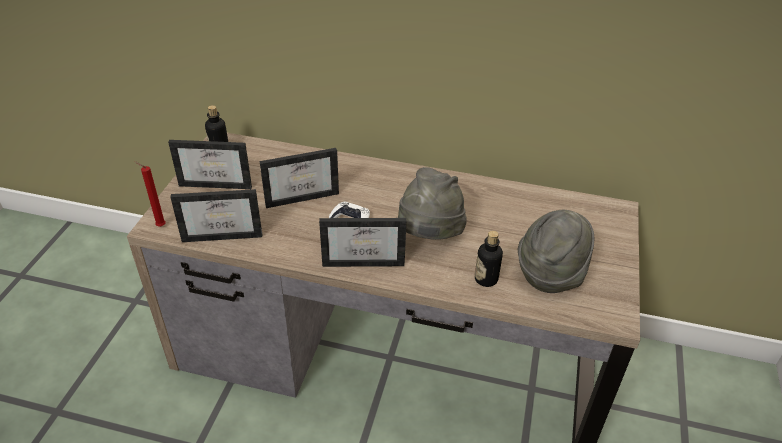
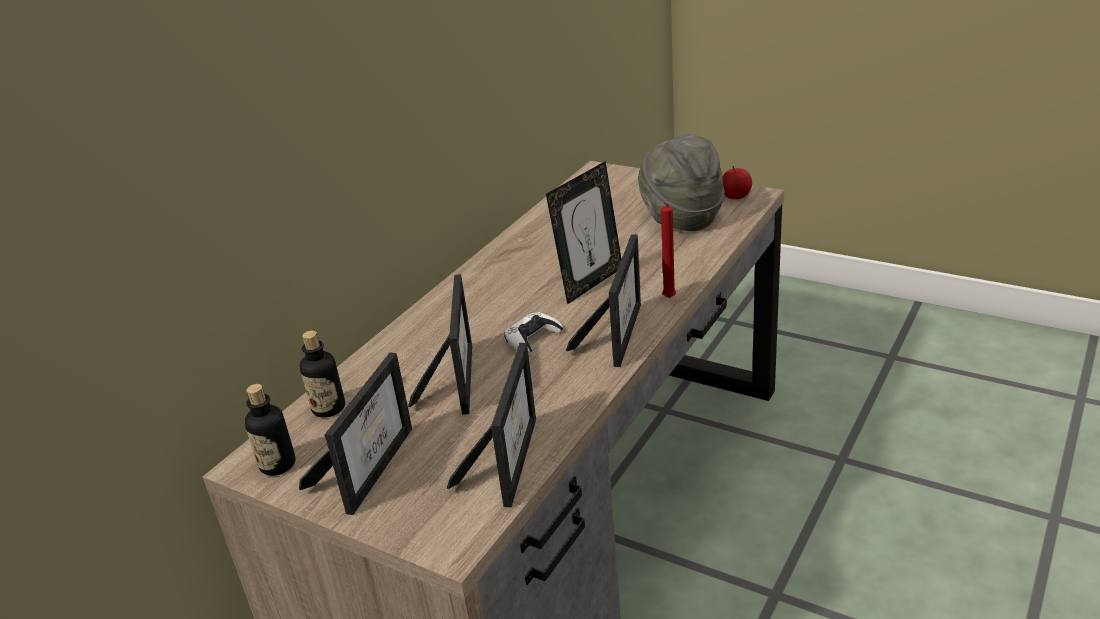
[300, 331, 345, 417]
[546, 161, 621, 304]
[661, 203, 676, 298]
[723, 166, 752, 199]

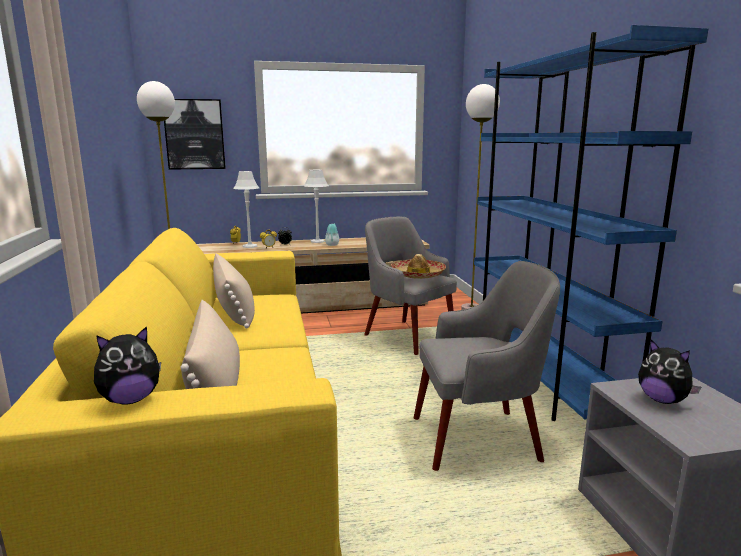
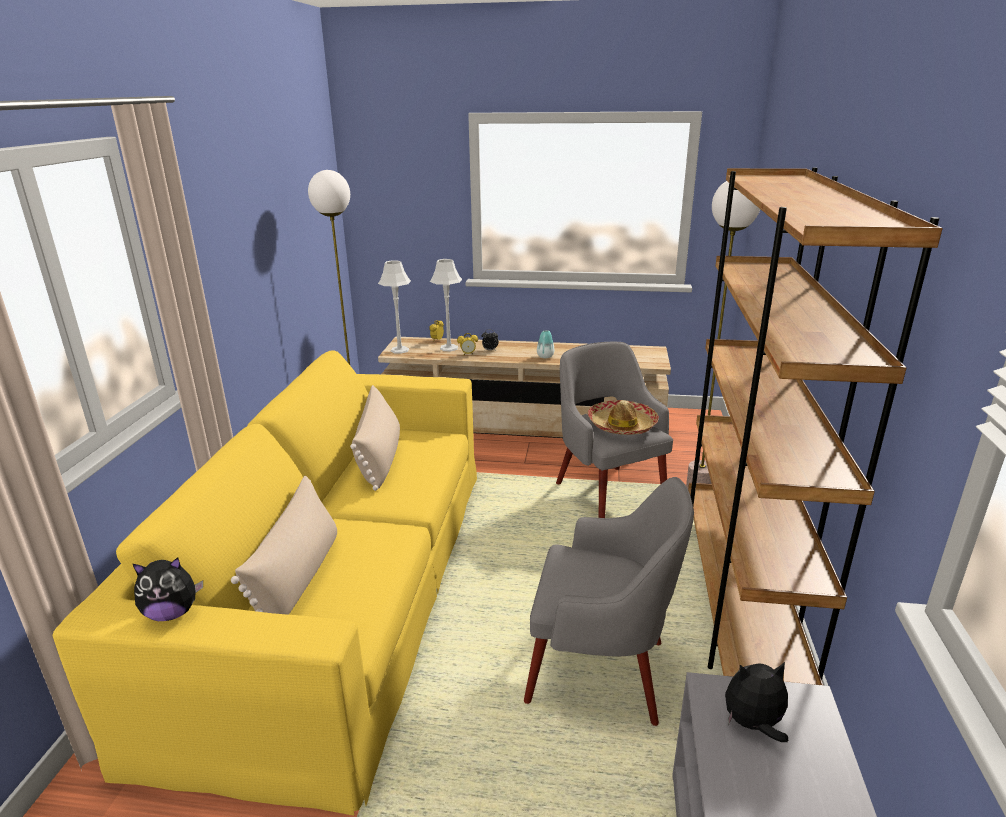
[378, 260, 411, 354]
[688, 168, 943, 685]
[725, 662, 788, 742]
[164, 99, 226, 170] (first image)

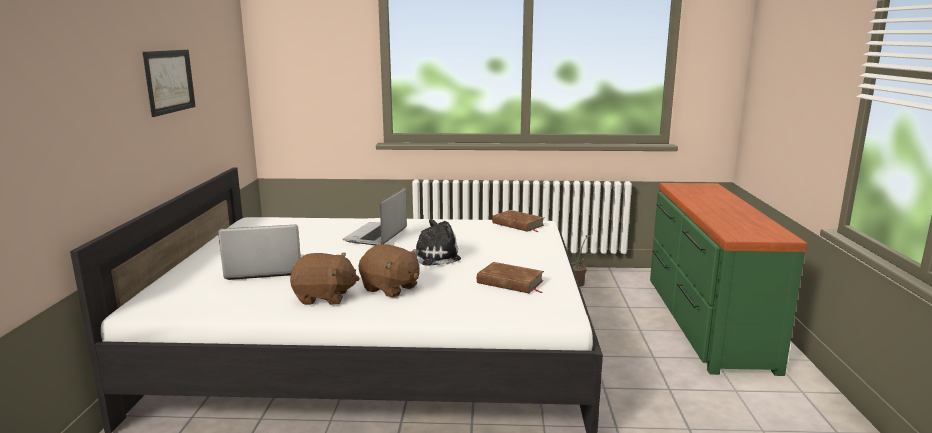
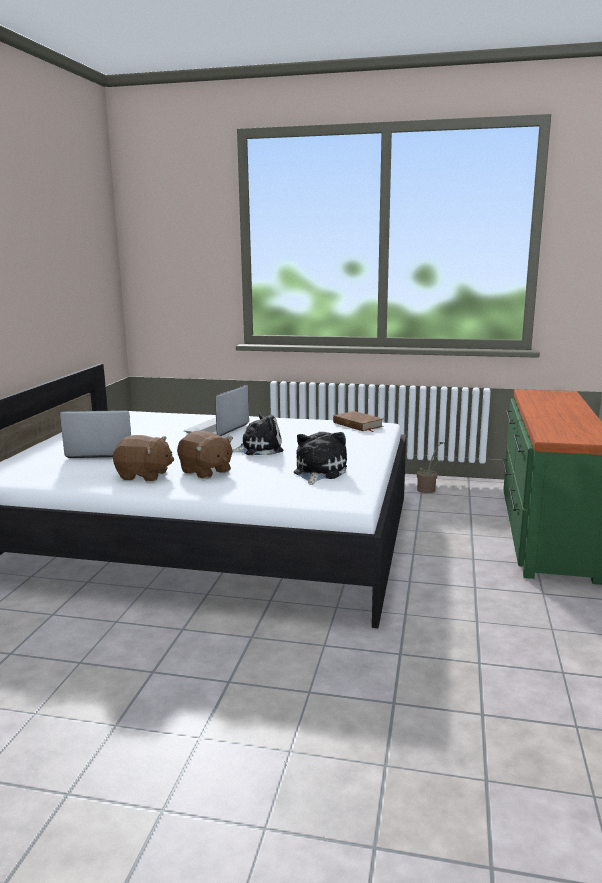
[294, 432, 347, 485]
[143, 50, 196, 117] (first image)

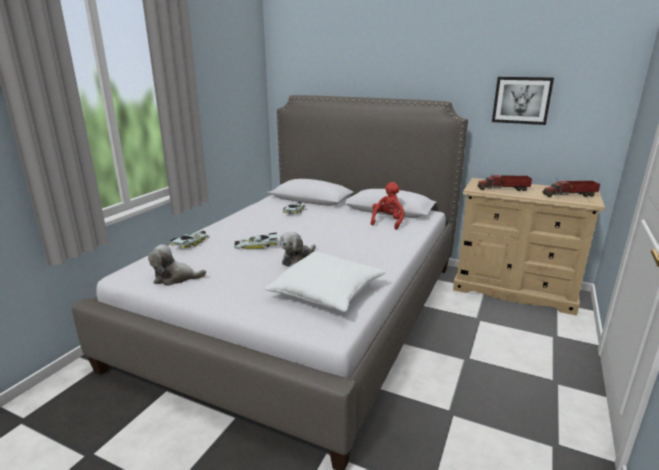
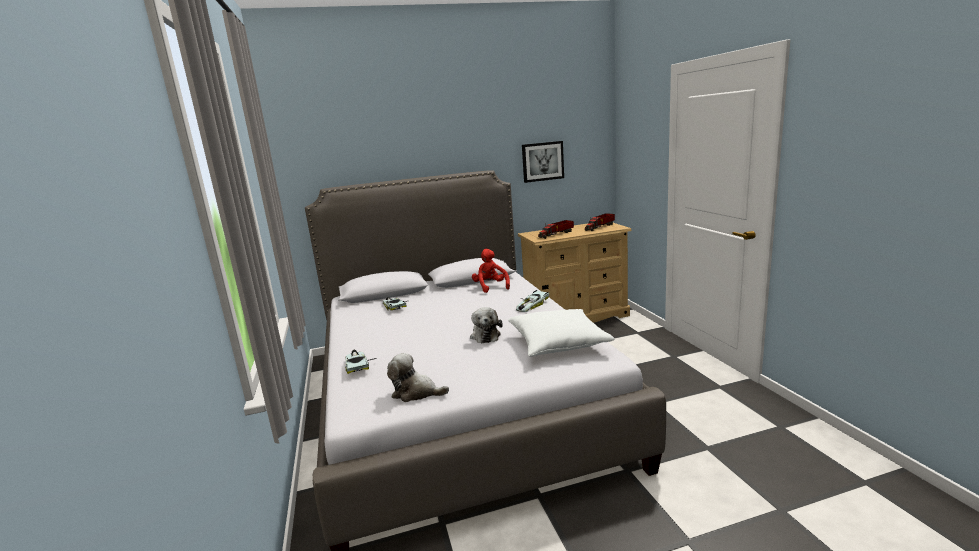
[387, 353, 449, 402]
[516, 290, 549, 312]

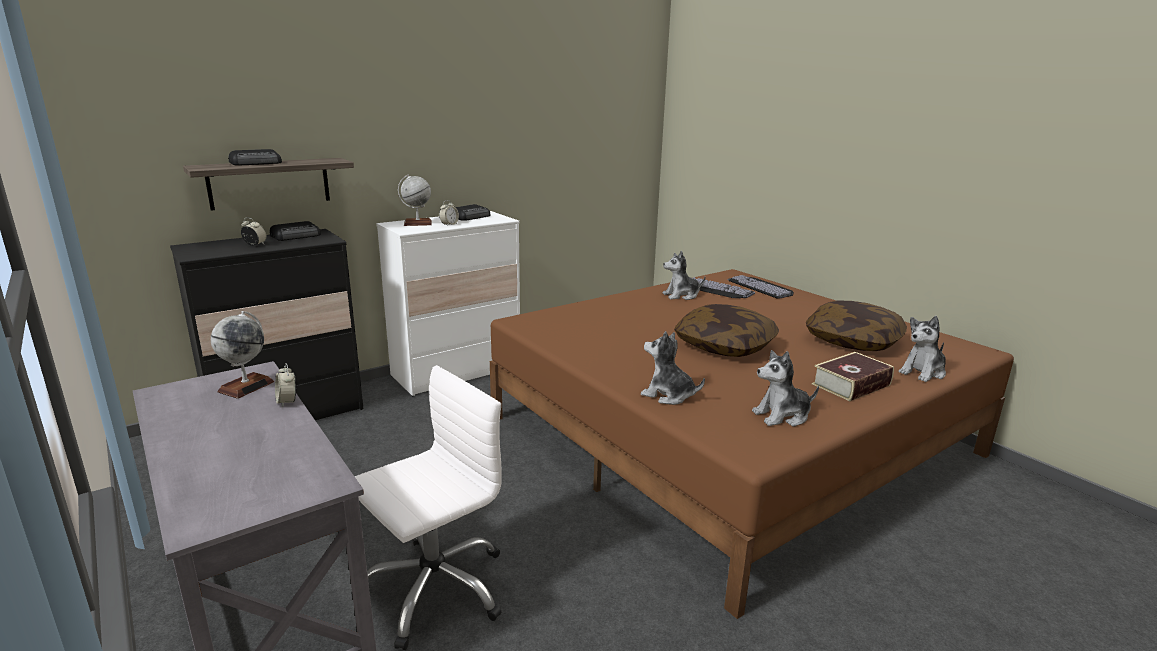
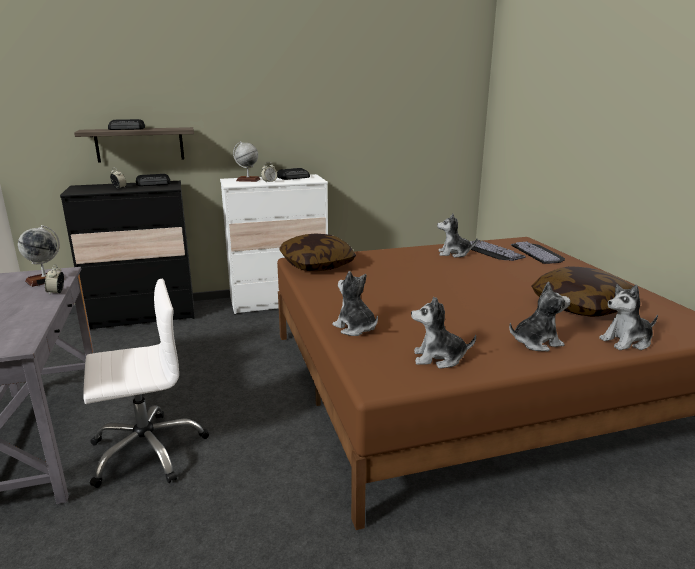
[279, 234, 356, 271]
[509, 281, 570, 351]

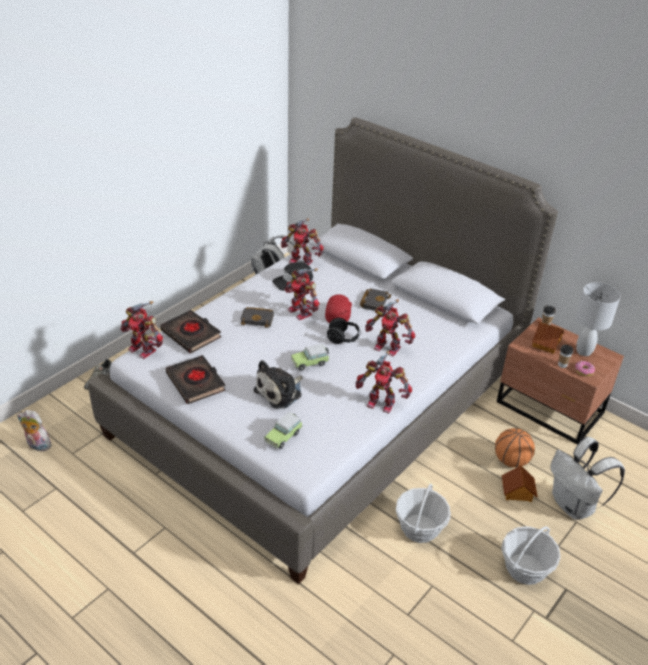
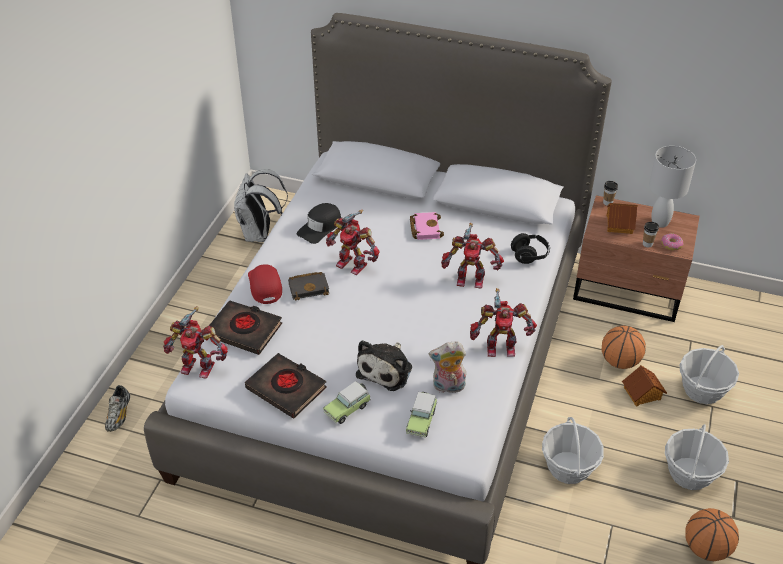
[248, 264, 282, 304]
[323, 381, 371, 424]
[410, 212, 444, 240]
[429, 341, 466, 393]
[511, 233, 550, 264]
[680, 345, 739, 404]
[685, 508, 739, 561]
[281, 218, 324, 265] (first image)

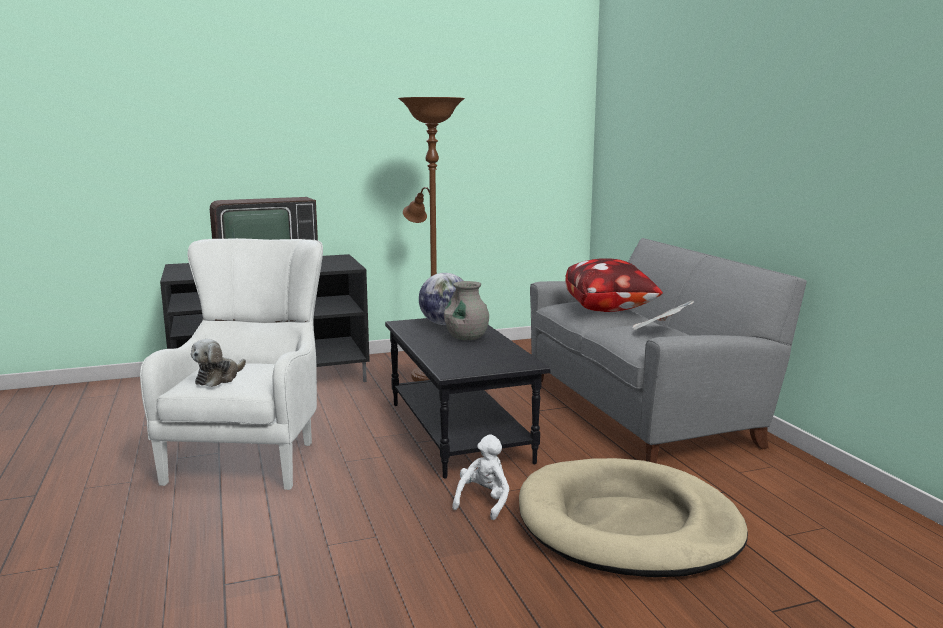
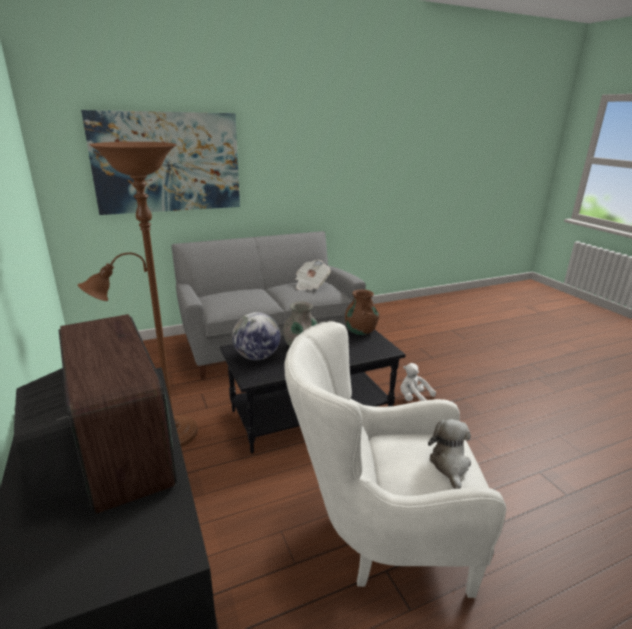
[81, 110, 240, 215]
[345, 289, 379, 335]
[428, 419, 471, 489]
[519, 458, 748, 577] (first image)
[565, 258, 663, 312] (first image)

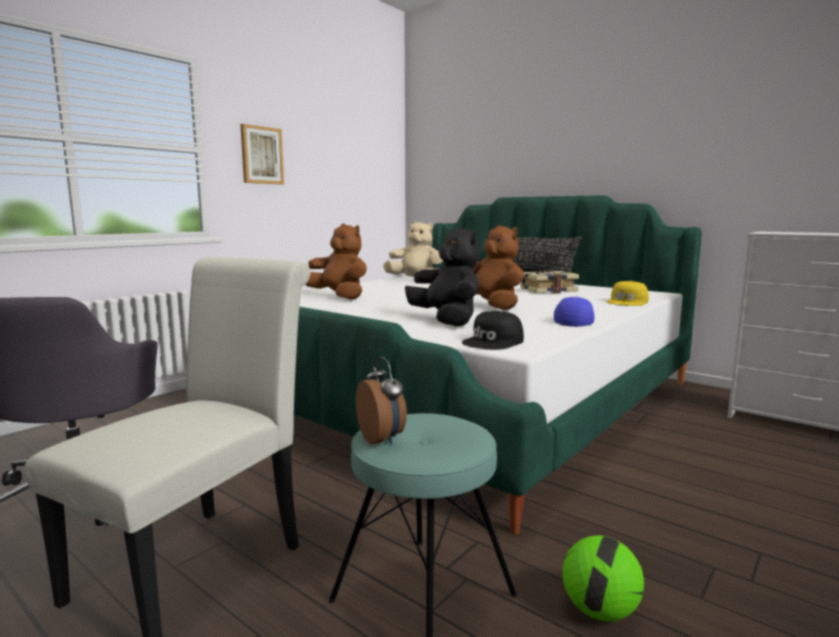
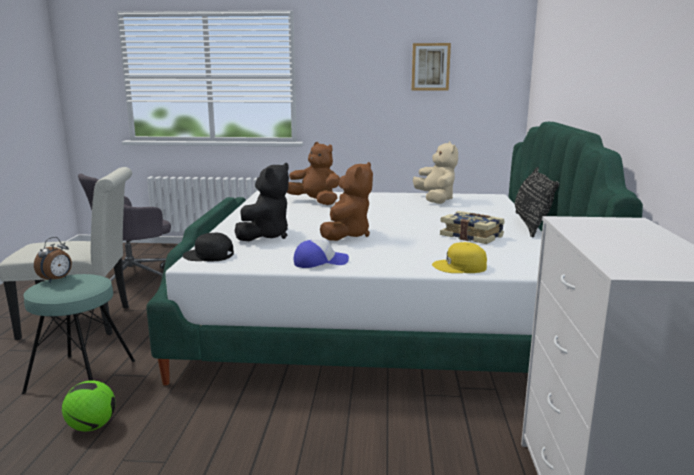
[287, 142, 340, 205]
[411, 43, 451, 90]

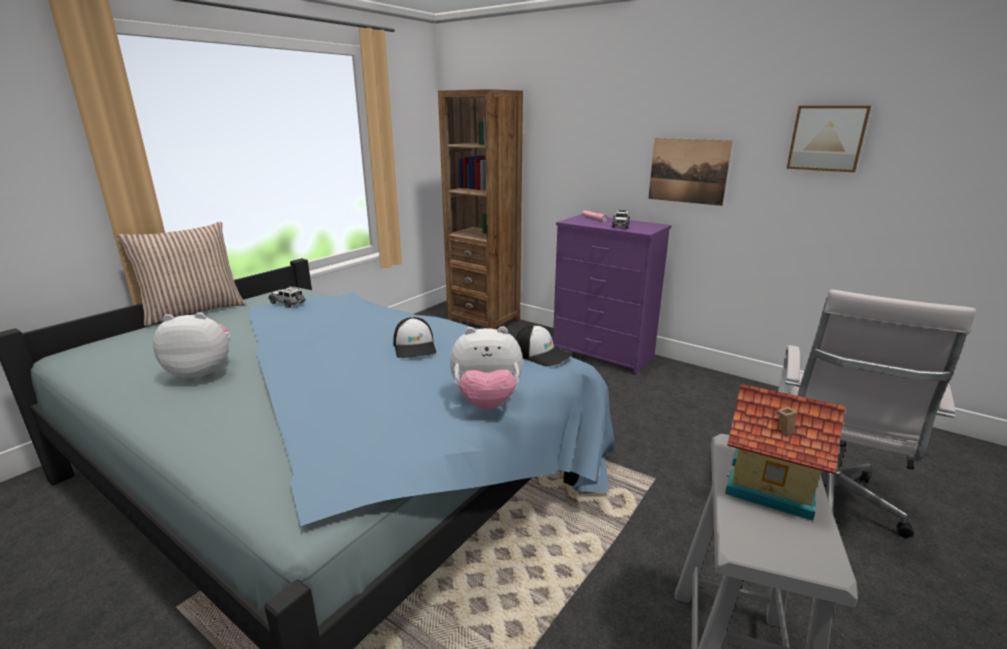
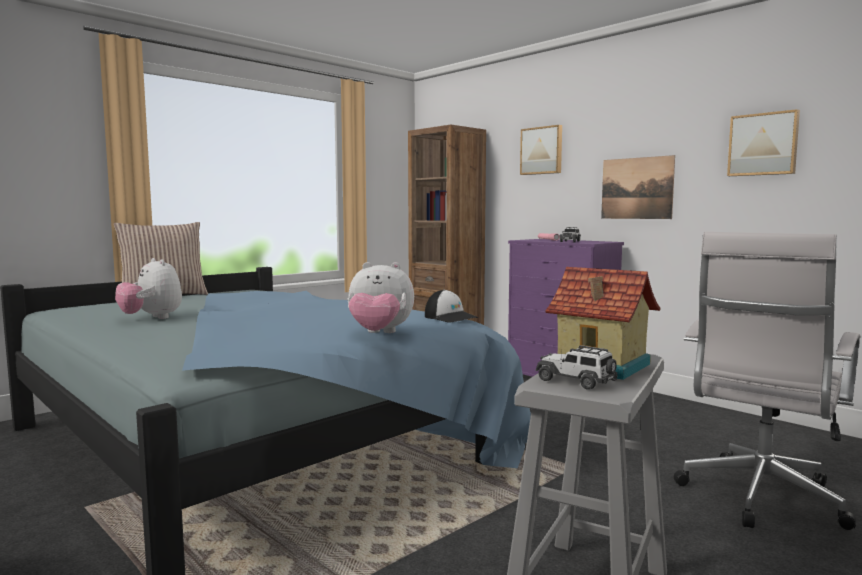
[115, 258, 182, 319]
[520, 125, 562, 175]
[536, 345, 618, 390]
[393, 317, 436, 358] (first image)

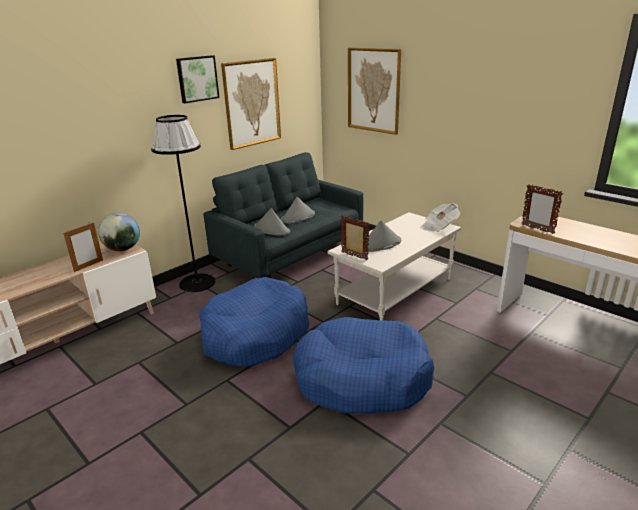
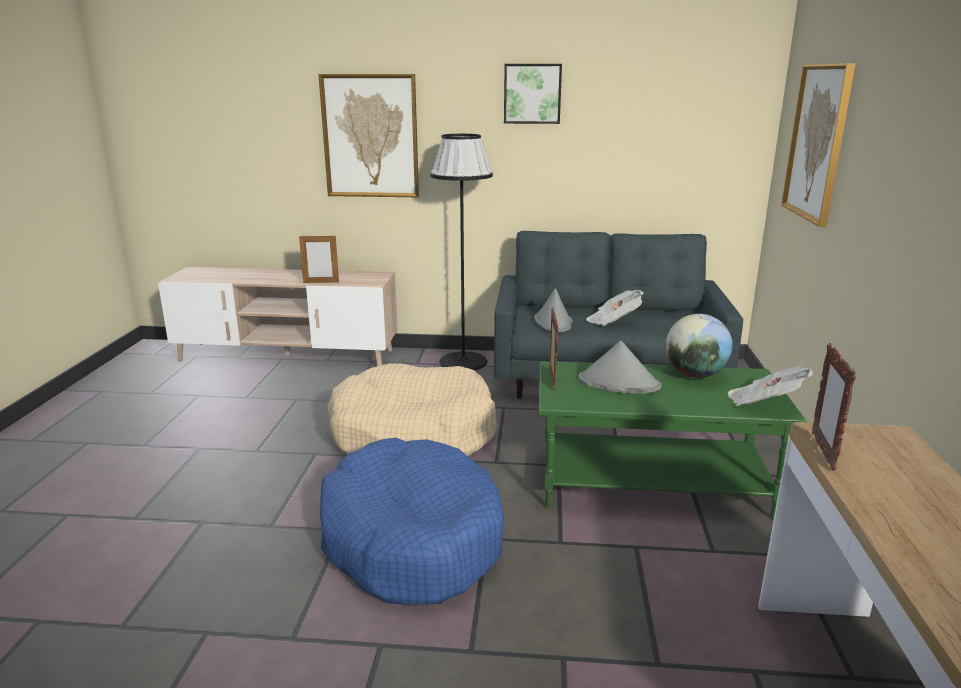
[318, 74, 419, 197]
[327, 363, 497, 456]
[539, 361, 807, 519]
[586, 290, 644, 326]
[665, 314, 733, 378]

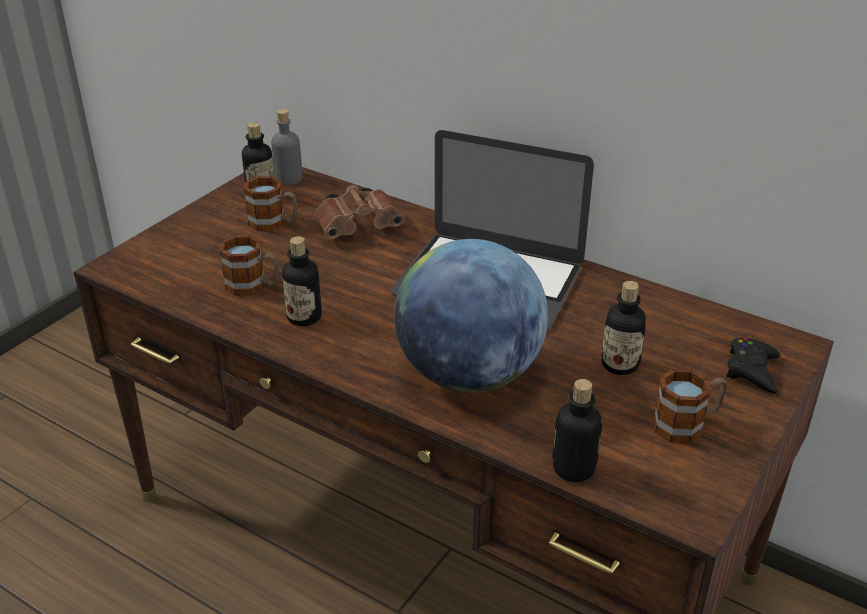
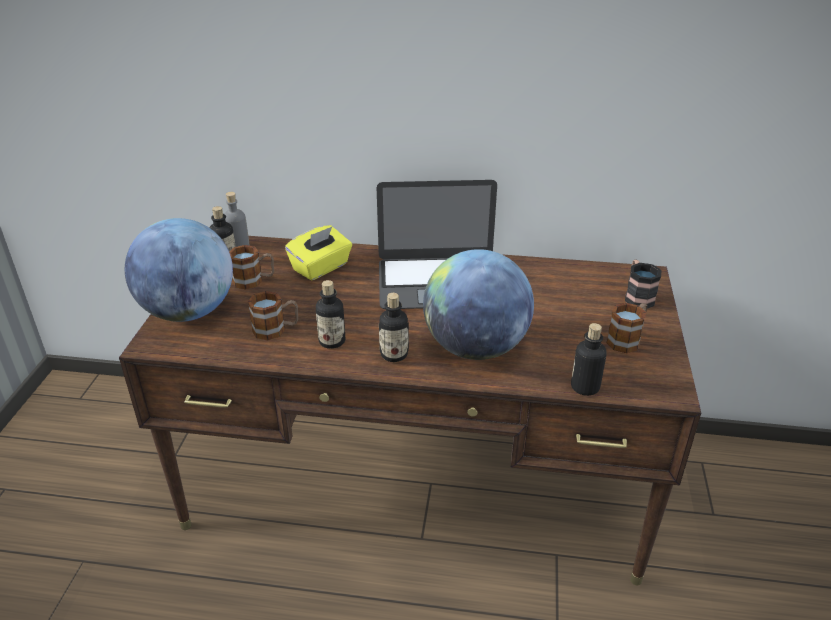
[125, 218, 233, 322]
[285, 225, 352, 281]
[379, 293, 409, 362]
[625, 260, 661, 309]

